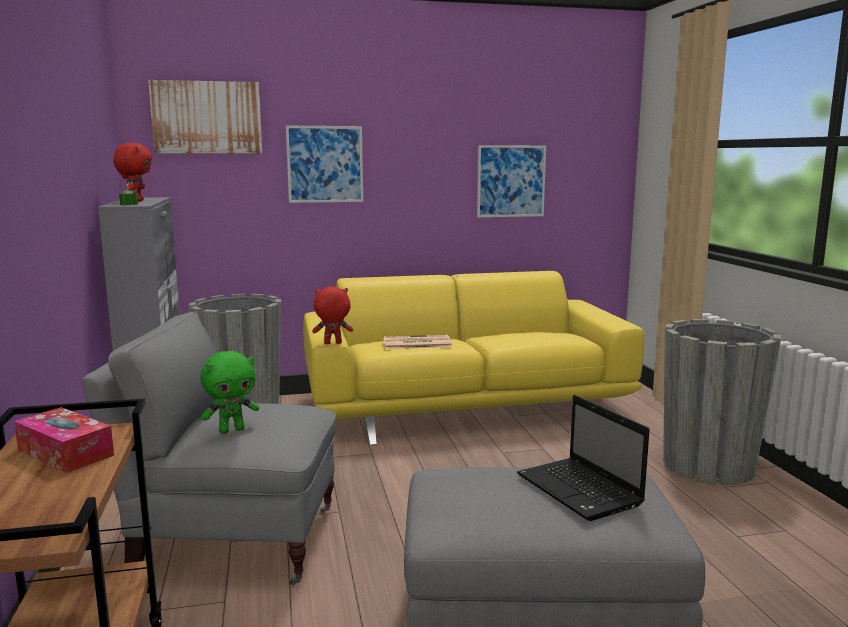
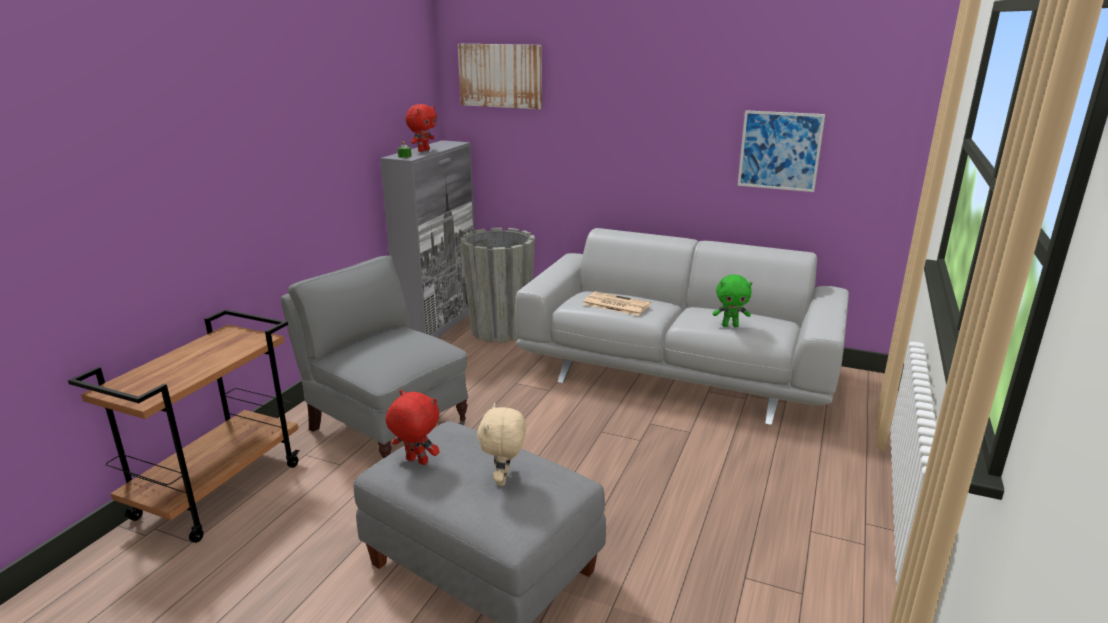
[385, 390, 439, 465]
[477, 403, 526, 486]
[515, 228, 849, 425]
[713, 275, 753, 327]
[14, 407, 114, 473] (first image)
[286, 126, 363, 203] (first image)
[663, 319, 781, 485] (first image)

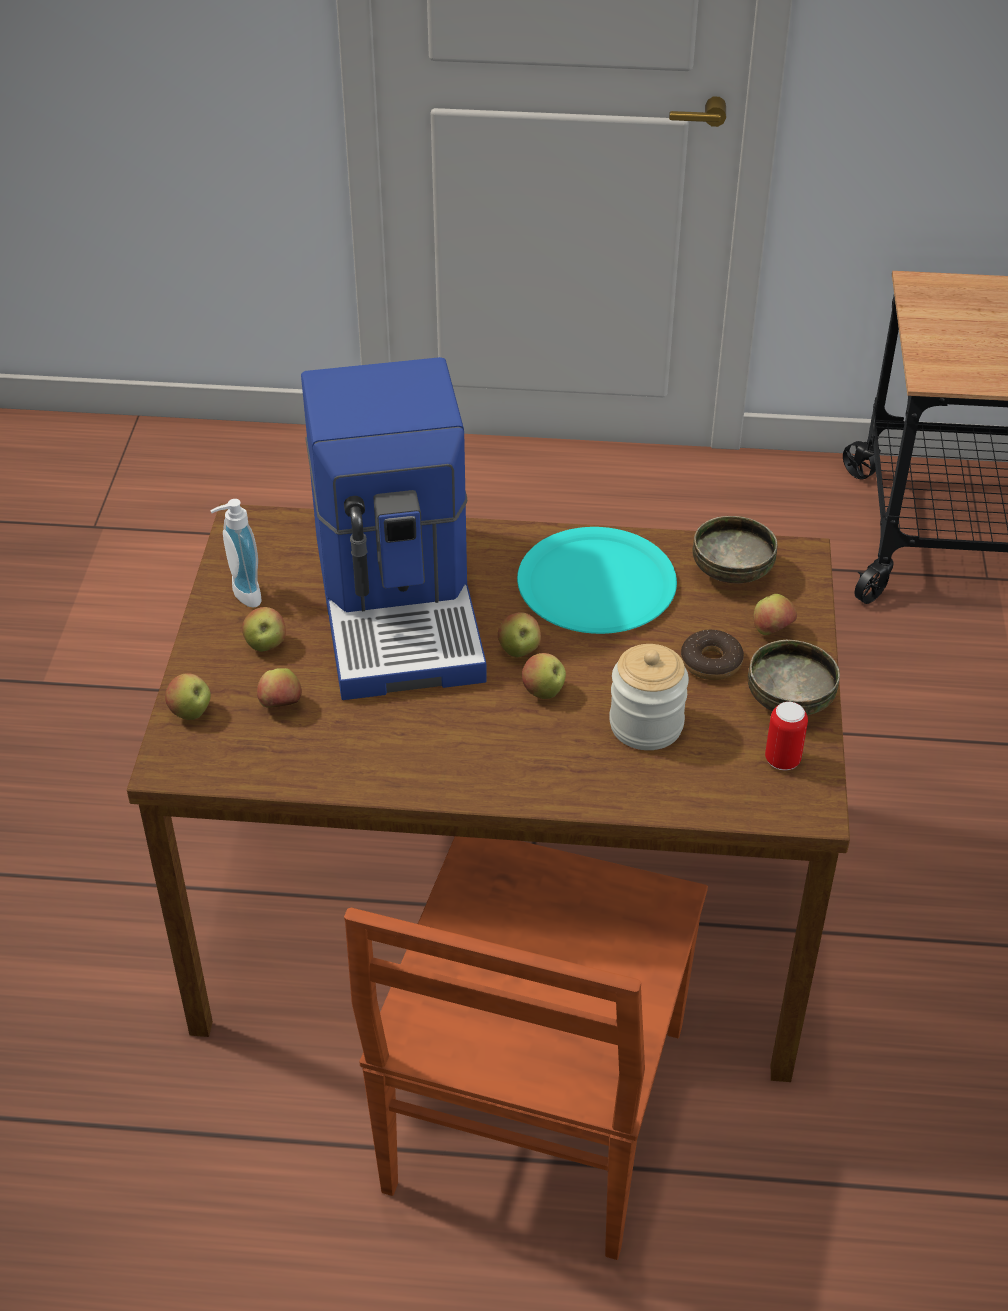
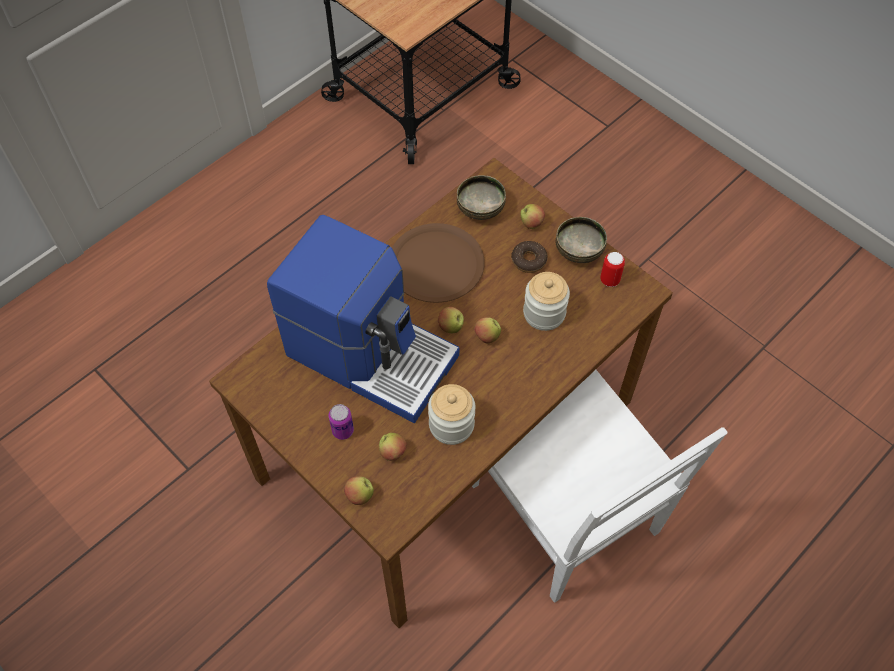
[329, 404, 354, 440]
[392, 223, 485, 303]
[428, 384, 475, 445]
[472, 370, 727, 603]
[210, 499, 262, 607] (first image)

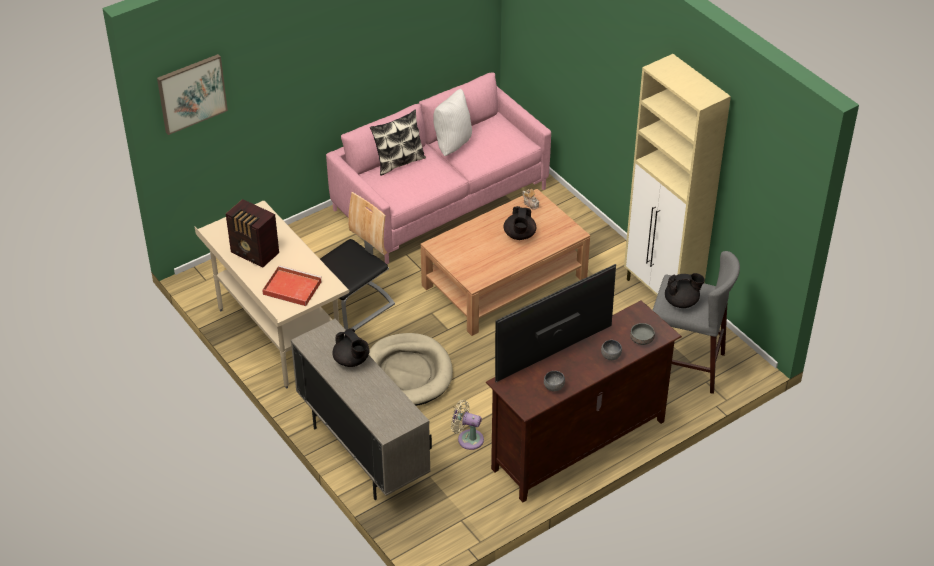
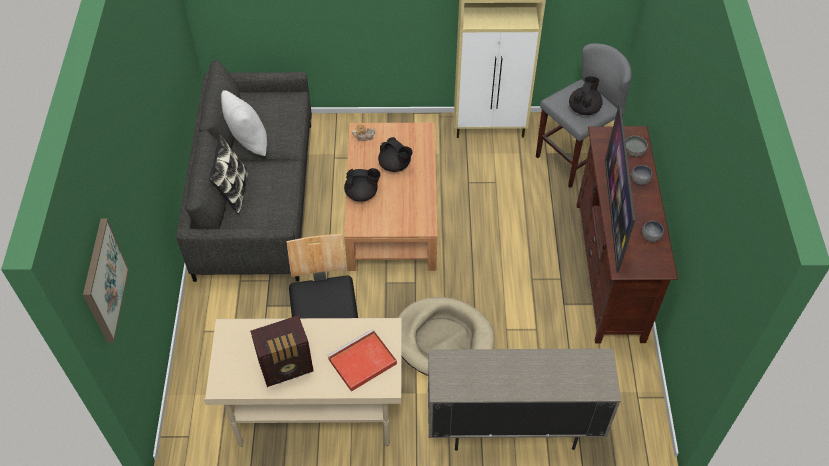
[176, 60, 312, 282]
[344, 168, 381, 202]
[451, 400, 484, 450] (first image)

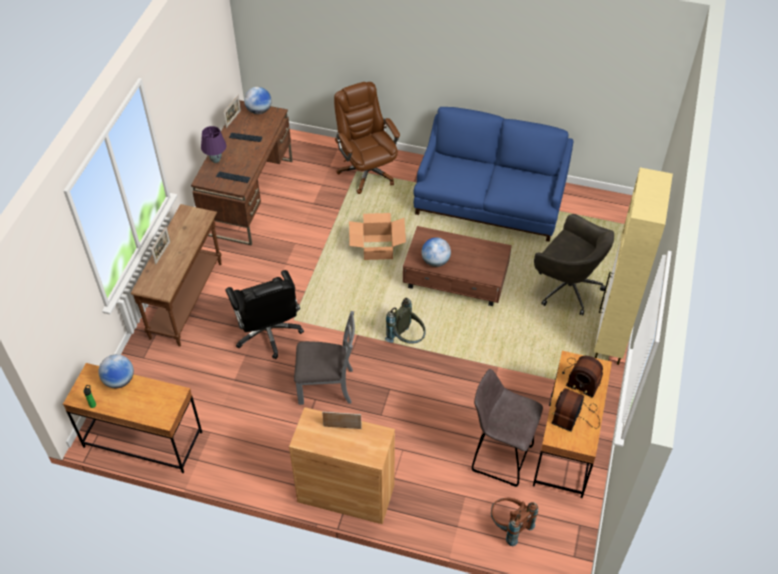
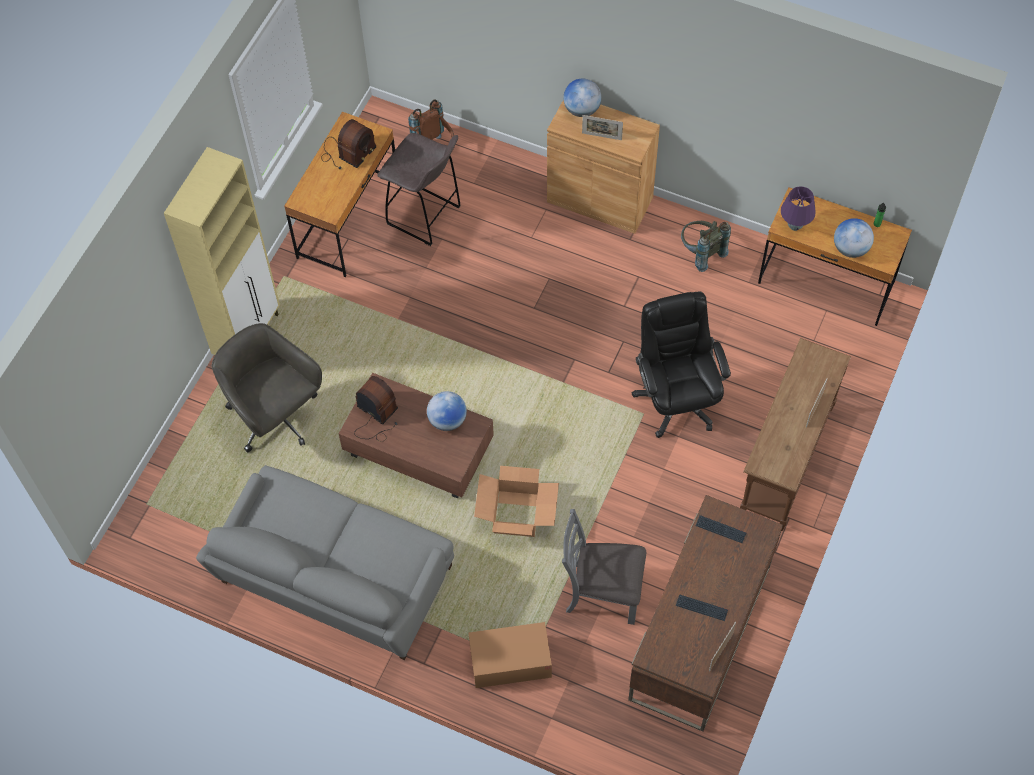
[196, 465, 454, 660]
[354, 376, 398, 442]
[469, 622, 552, 688]
[562, 509, 646, 625]
[563, 78, 601, 117]
[681, 221, 731, 272]
[781, 186, 815, 231]

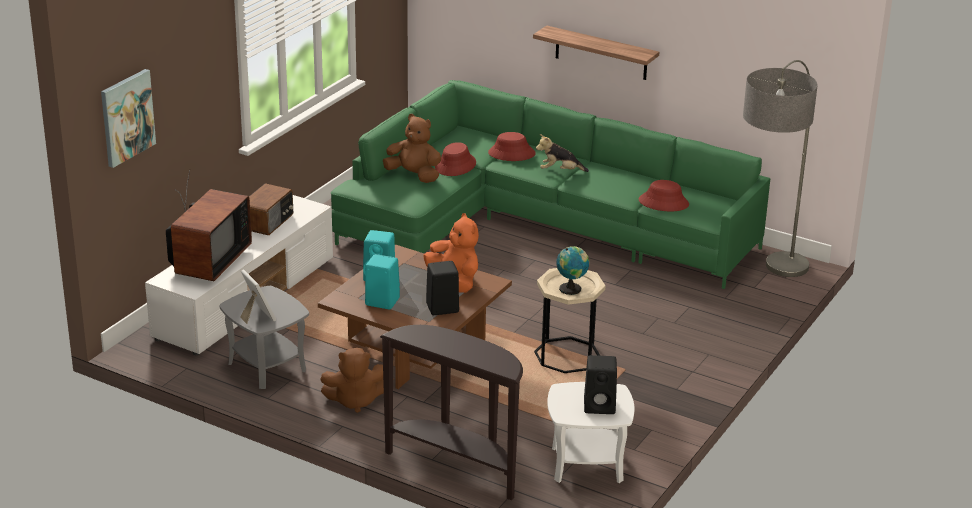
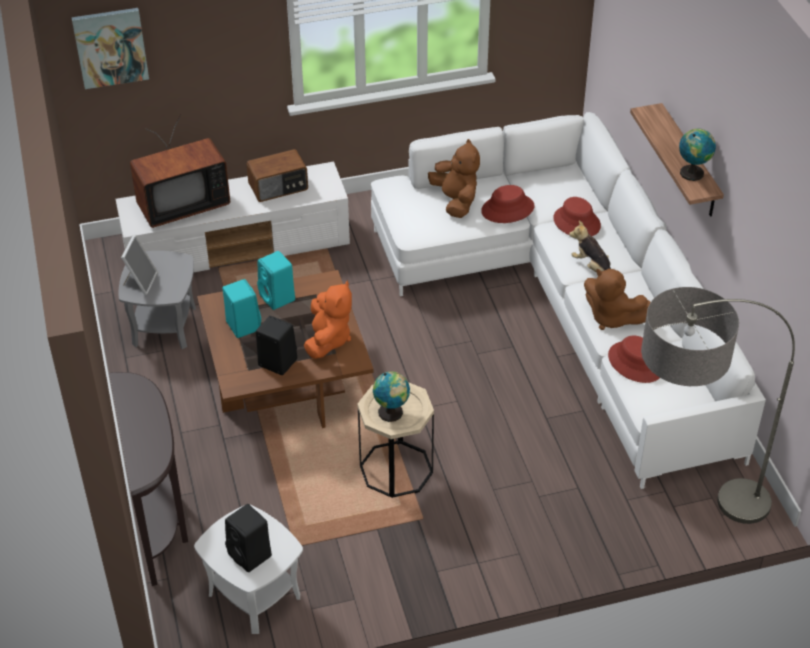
[371, 112, 766, 489]
[584, 268, 651, 330]
[679, 129, 716, 181]

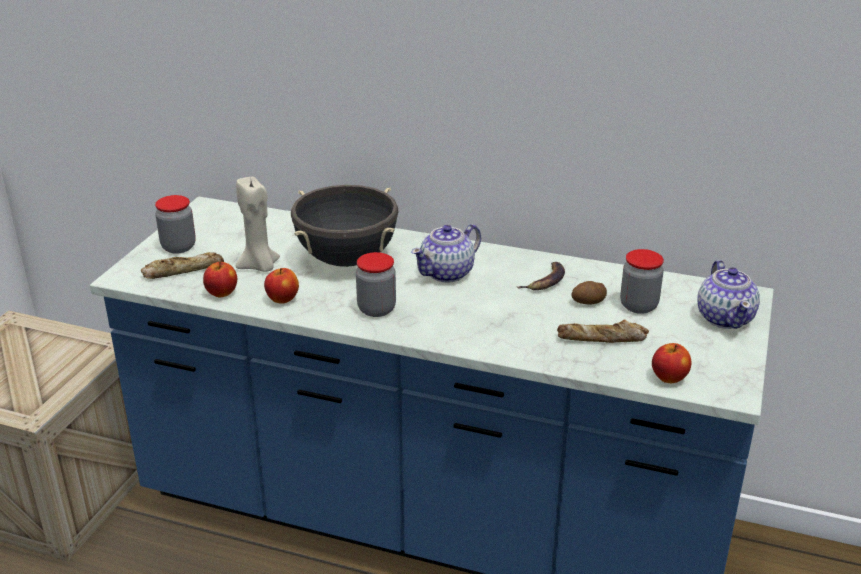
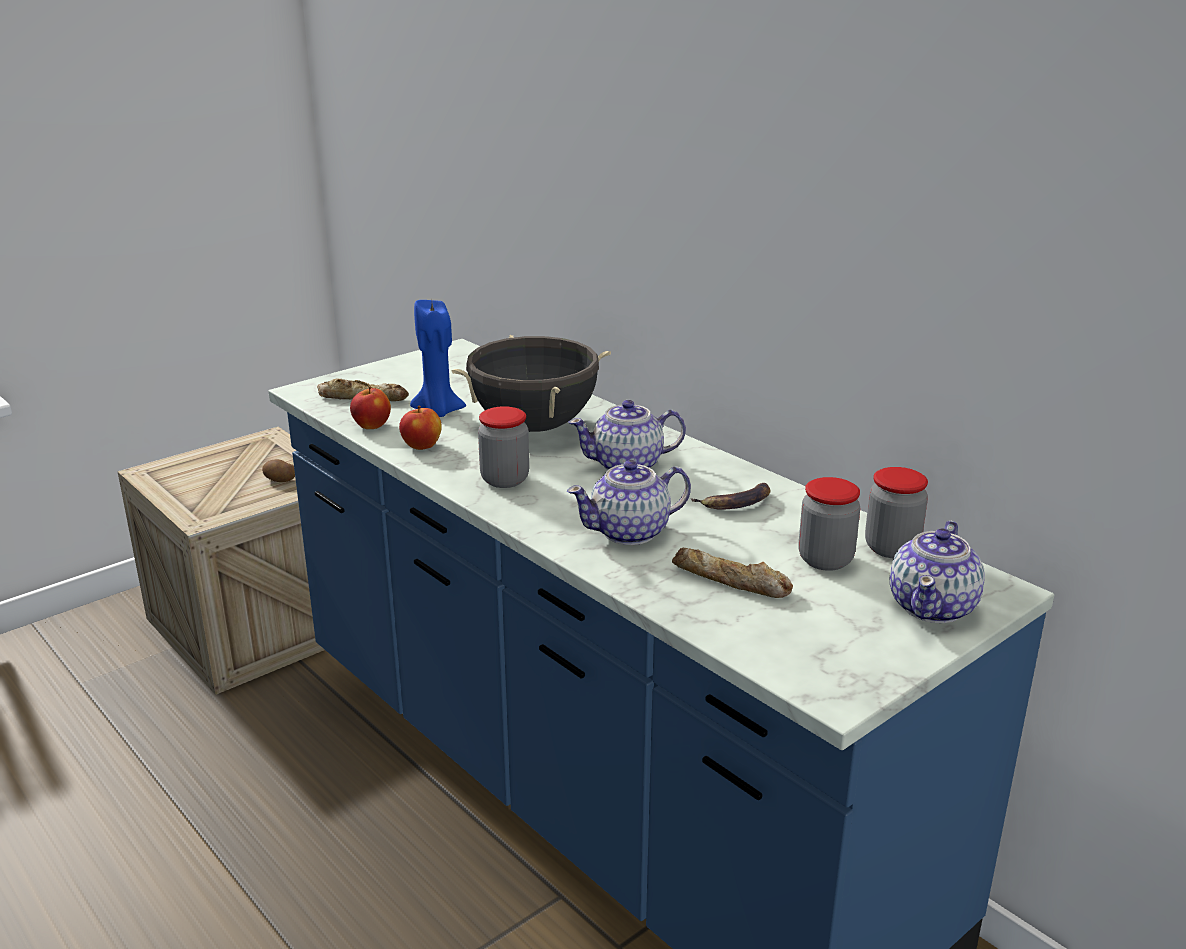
[262, 459, 295, 482]
[410, 300, 466, 417]
[567, 460, 691, 545]
[865, 467, 928, 558]
[652, 343, 691, 383] (first image)

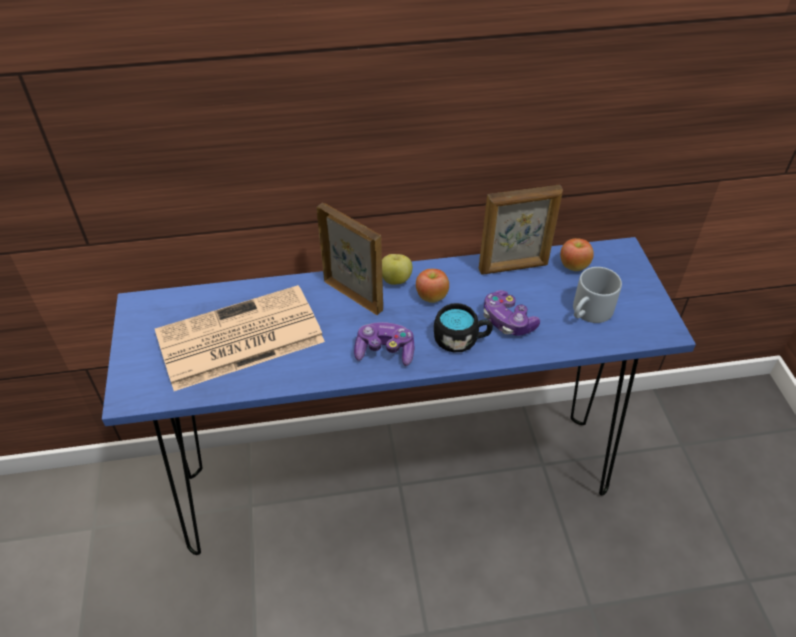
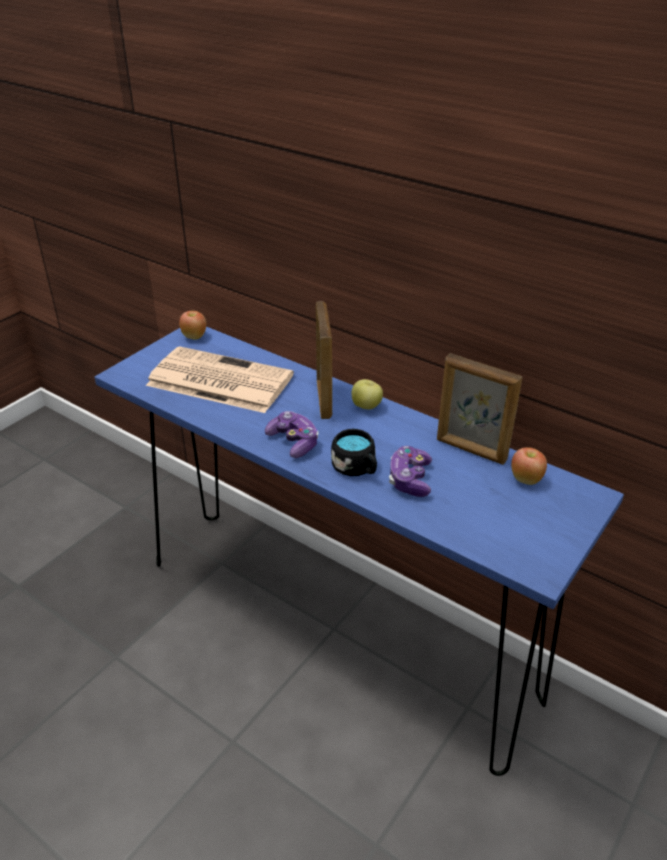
[179, 311, 206, 340]
[573, 267, 622, 323] (first image)

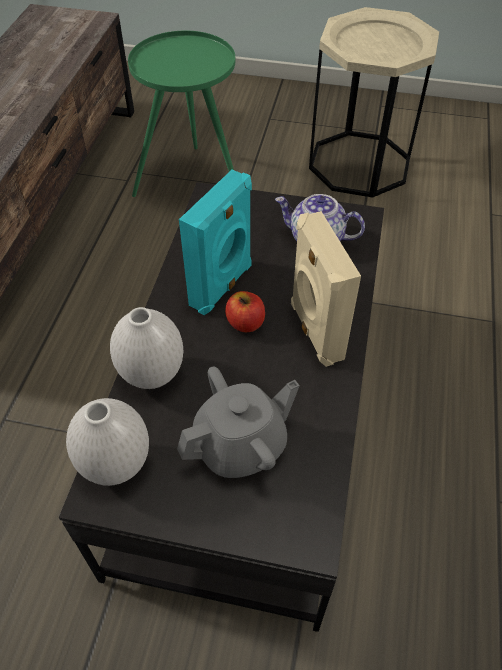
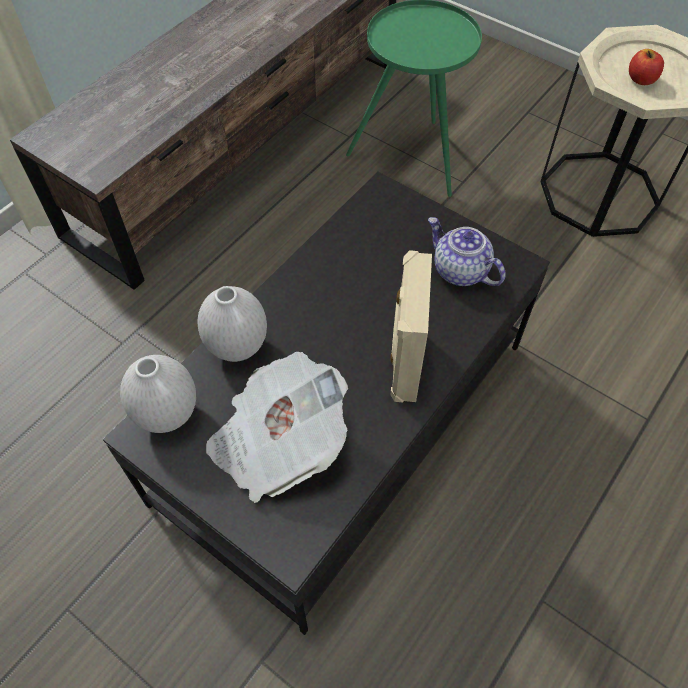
[206, 352, 348, 503]
[629, 49, 664, 85]
[179, 170, 252, 315] (first image)

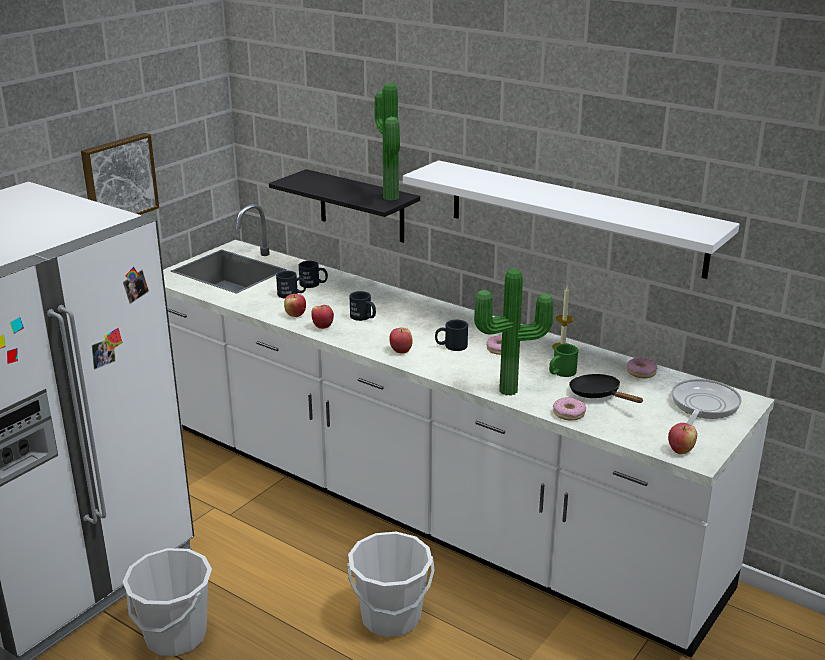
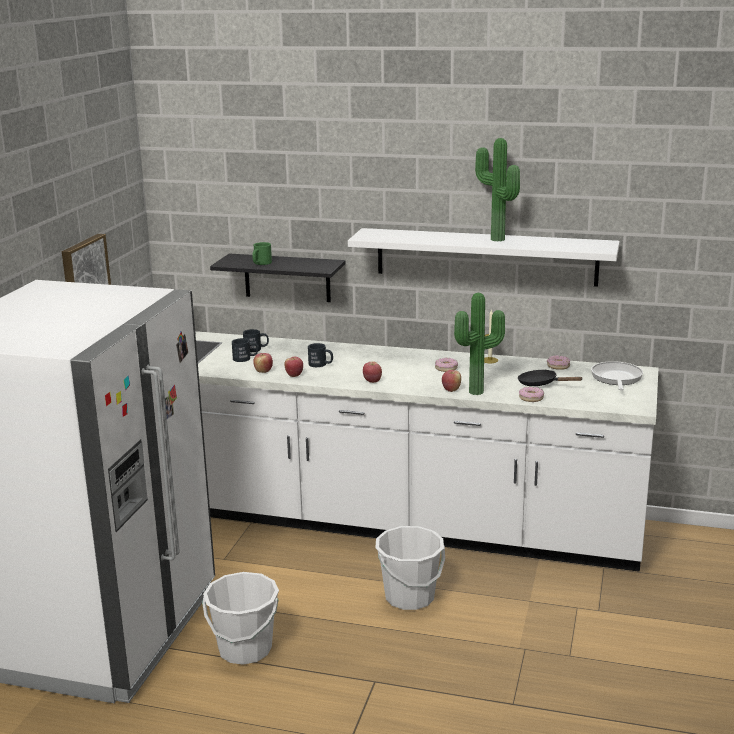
[252, 242, 272, 265]
[442, 370, 461, 392]
[475, 138, 520, 242]
[435, 320, 468, 351] (first image)

